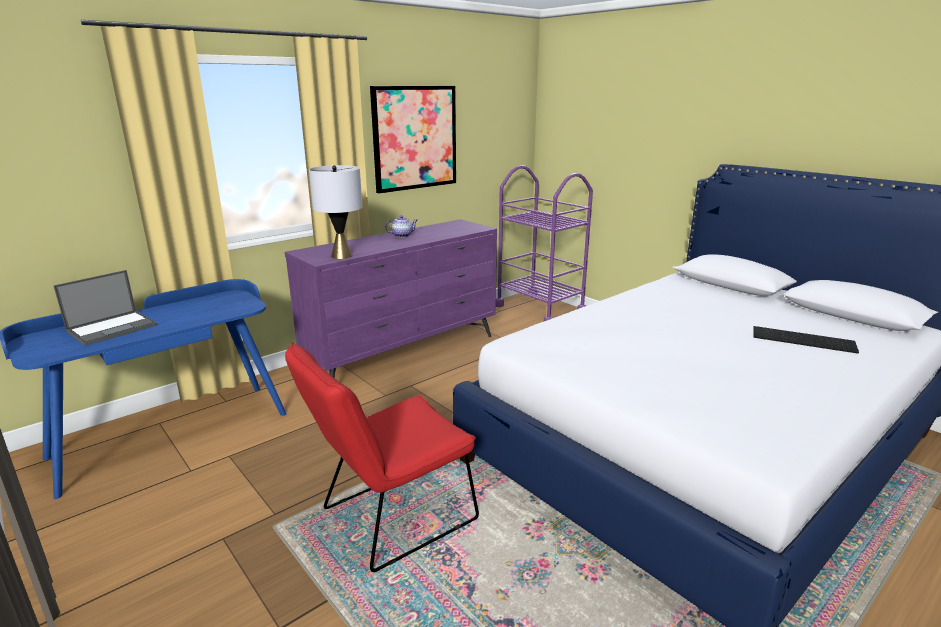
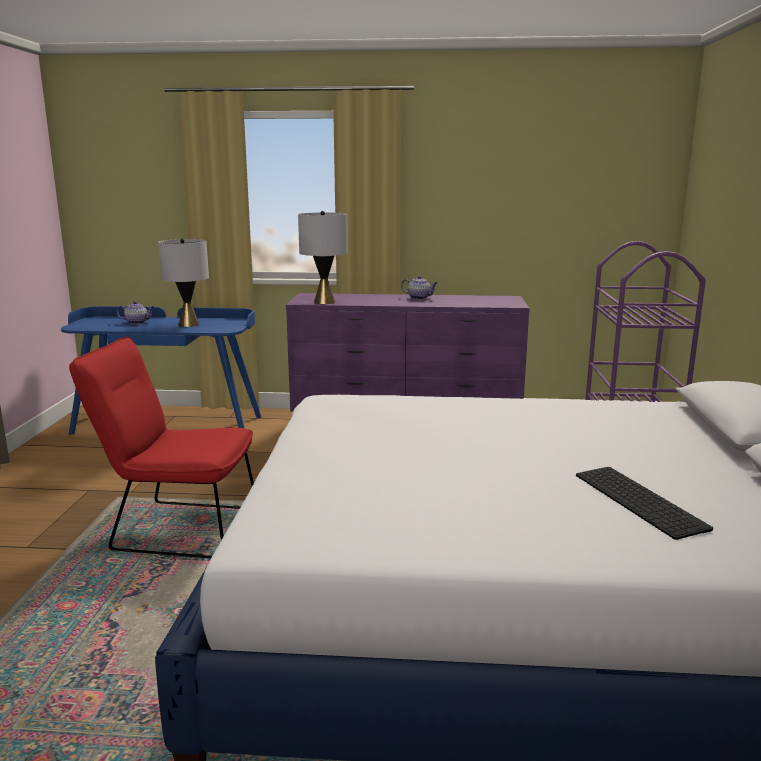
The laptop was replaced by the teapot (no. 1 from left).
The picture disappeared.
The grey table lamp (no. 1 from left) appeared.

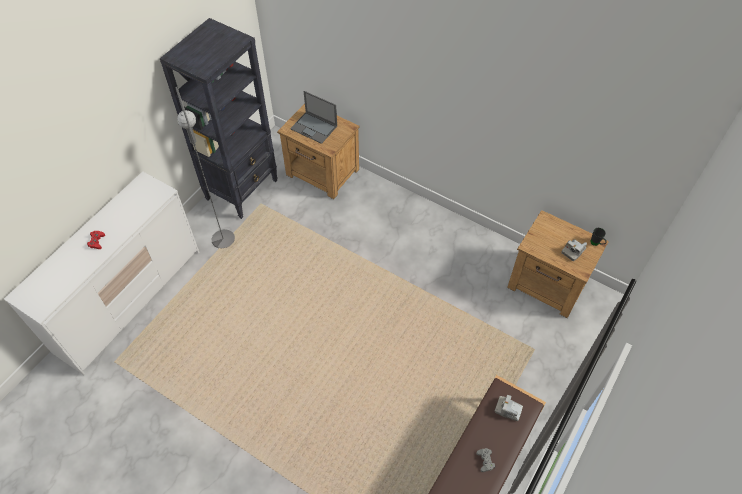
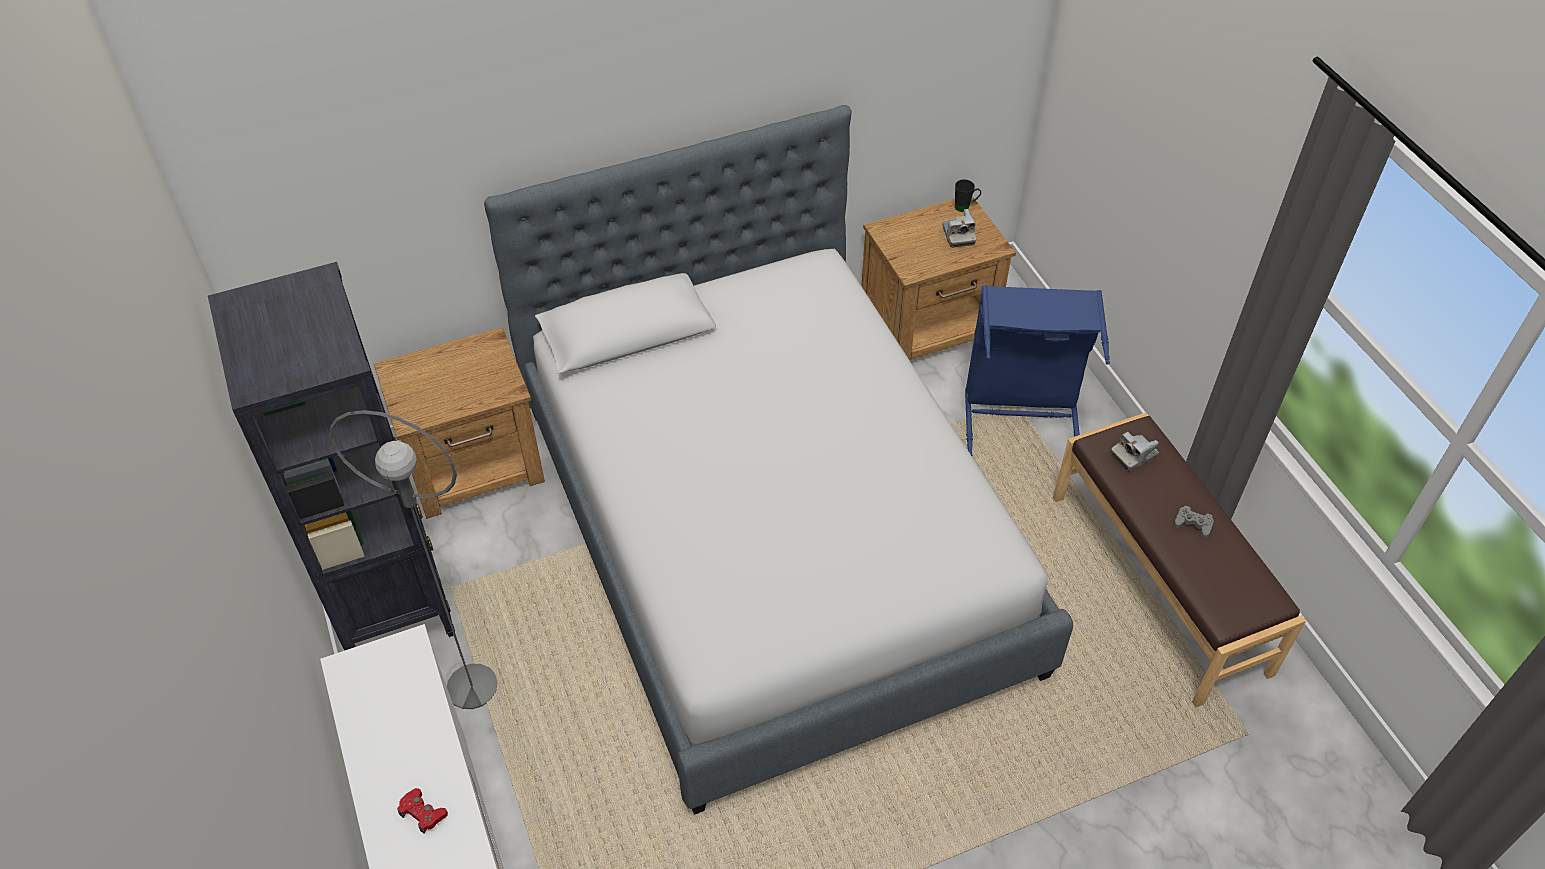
The laptop disappeared.
The bed appeared.
The blue laundry basket appeared.

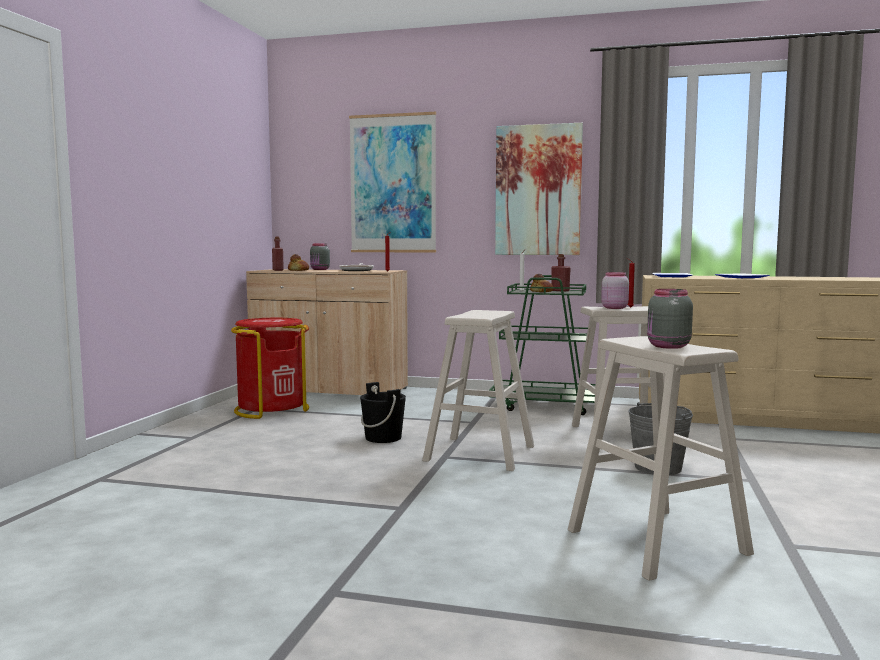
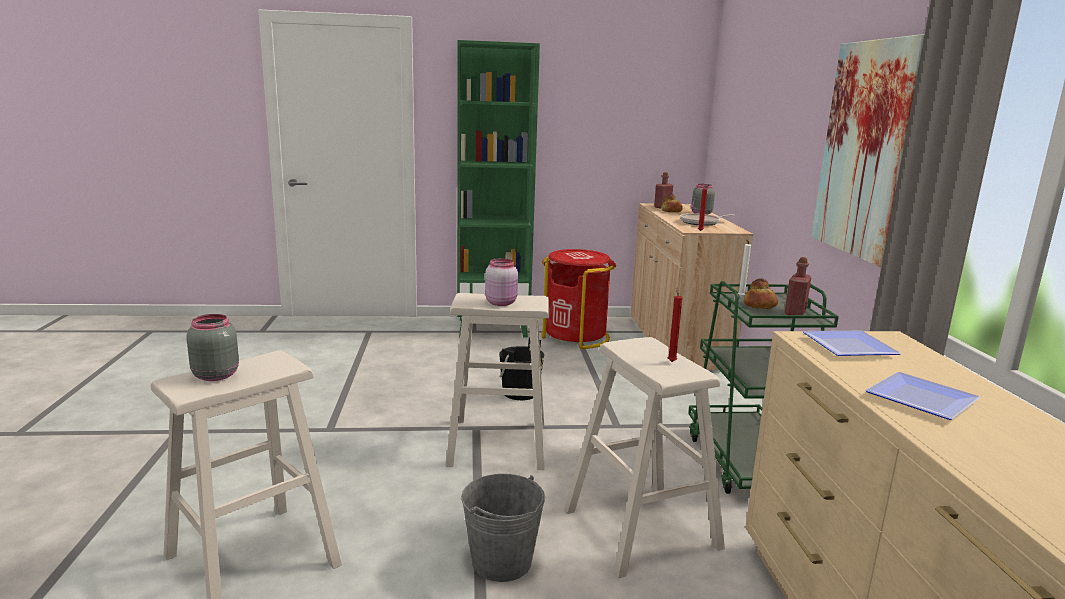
The picture (no. 1 from left) disappeared.
The pink jar moved.
The green bookcase appeared.

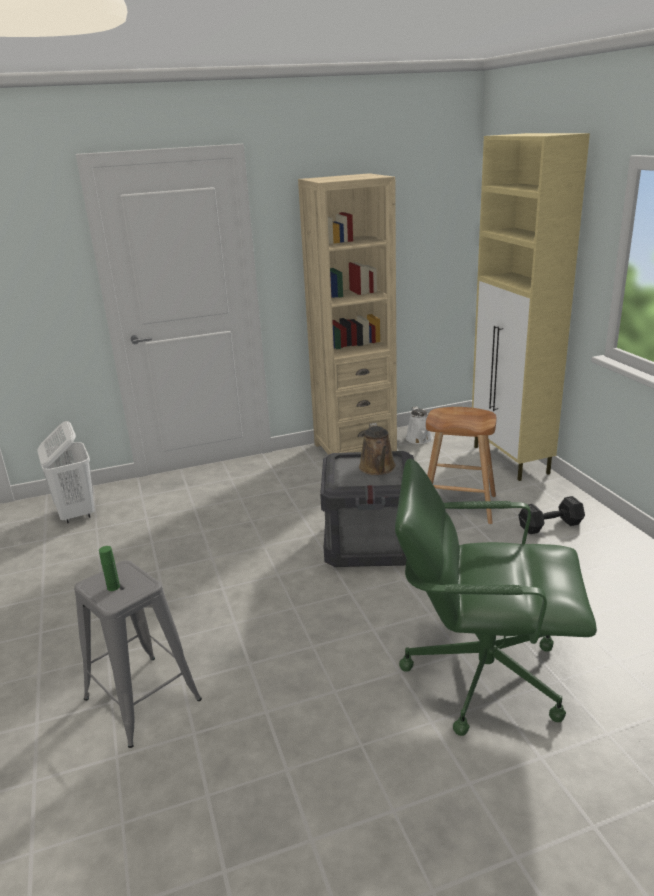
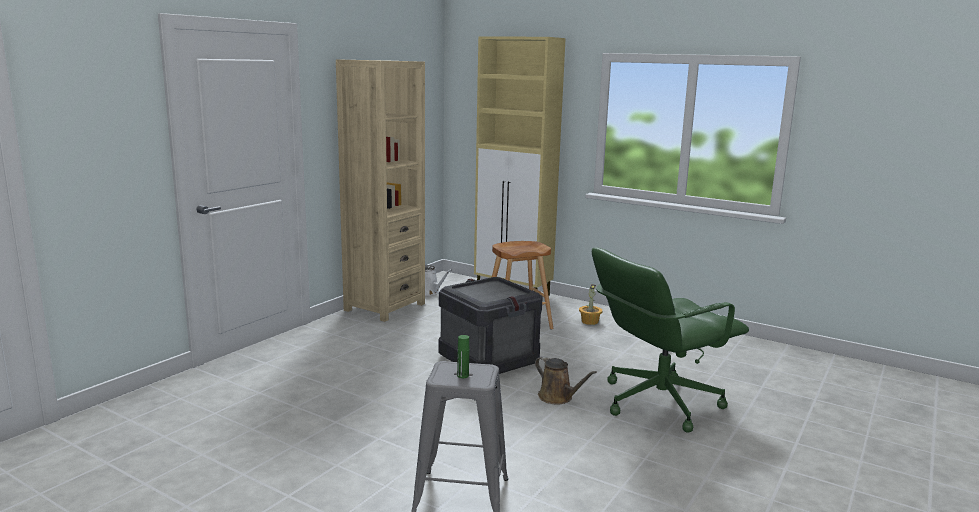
The white laundry basket disappeared.
The brown watering can moved.
The black dumbbell was replaced by the potted plant.

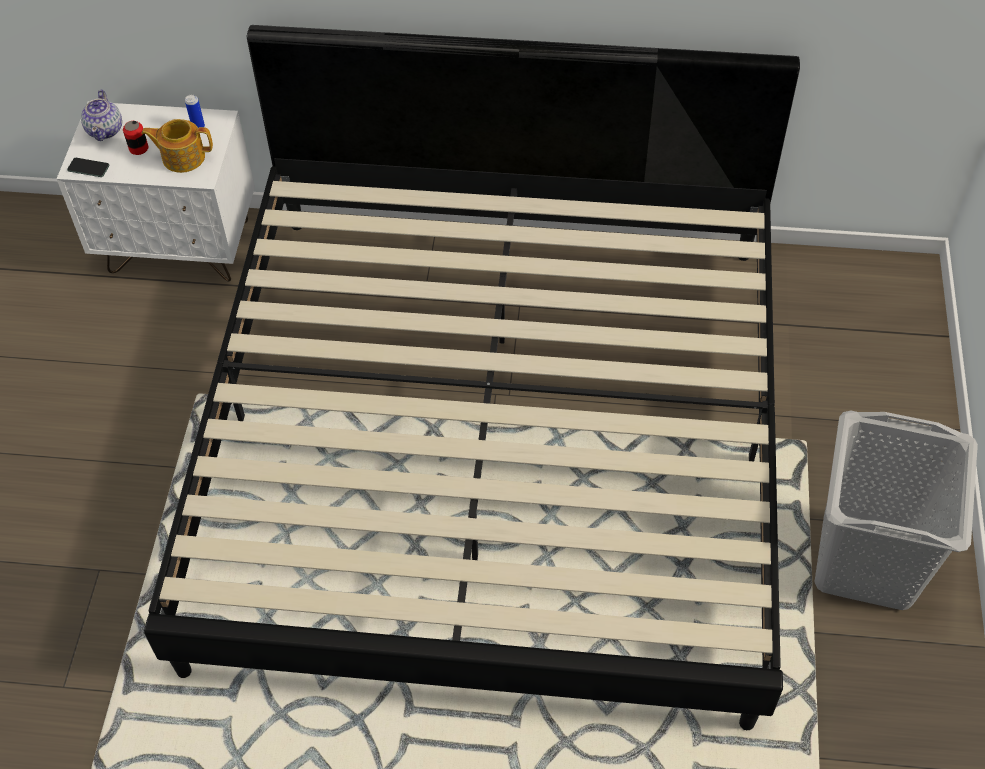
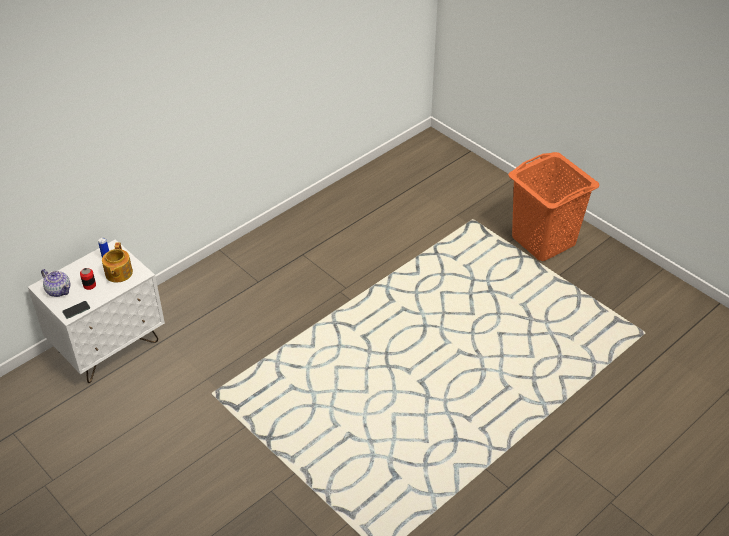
The teapot (no. 2 from left) turned 45 degrees counterclockwise.
The bed disappeared.
The grey laundry basket became the orange laundry basket.

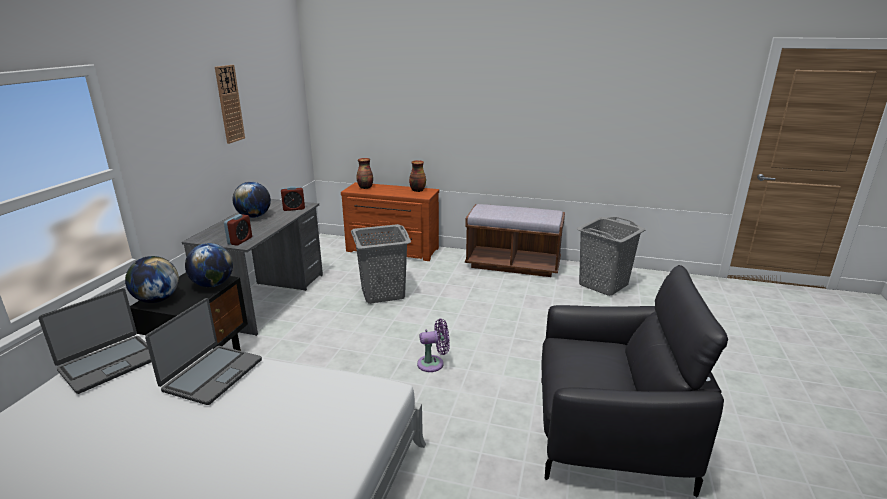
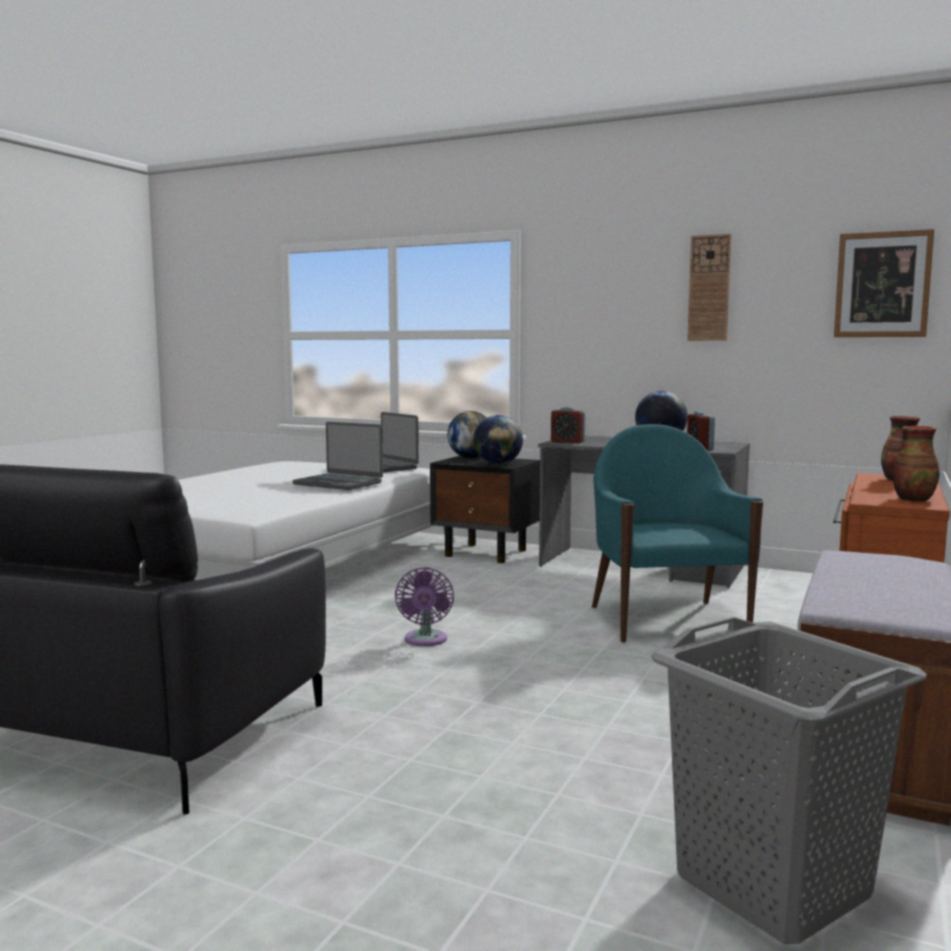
The grey laundry basket (no. 1 from left) was replaced by the turquoise armchair.
The picture appeared.

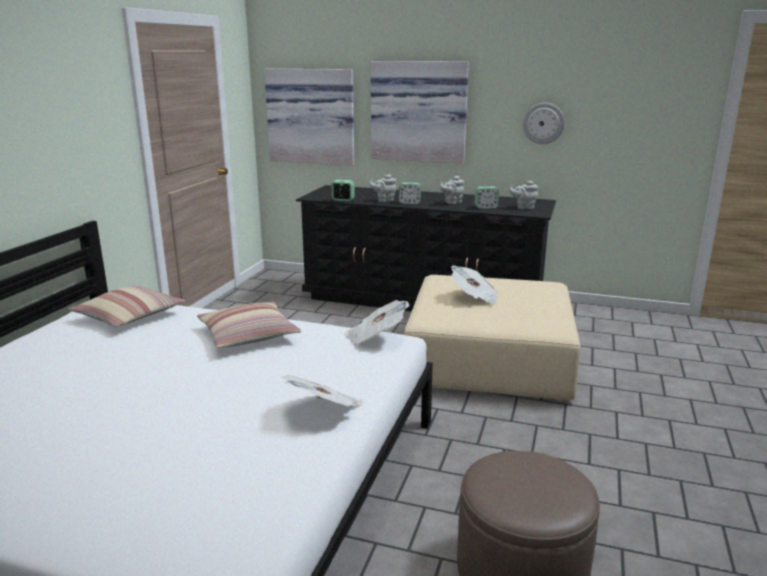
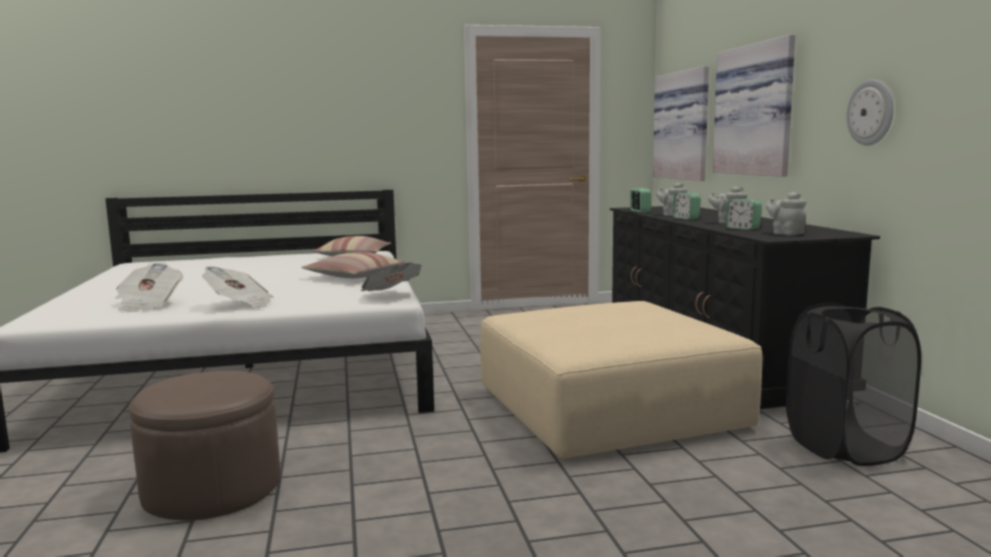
The newspaper (no. 3 from left in the first image) moved.
The black laundry basket appeared.

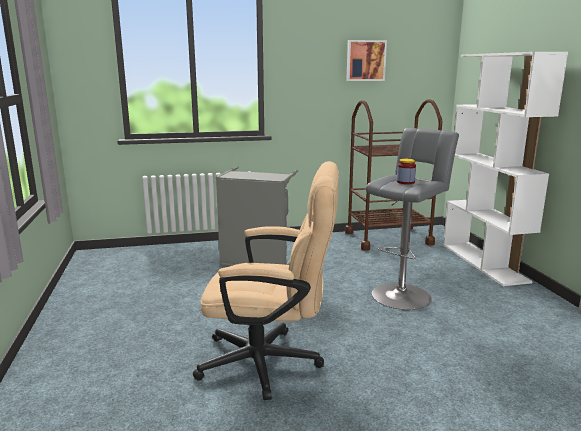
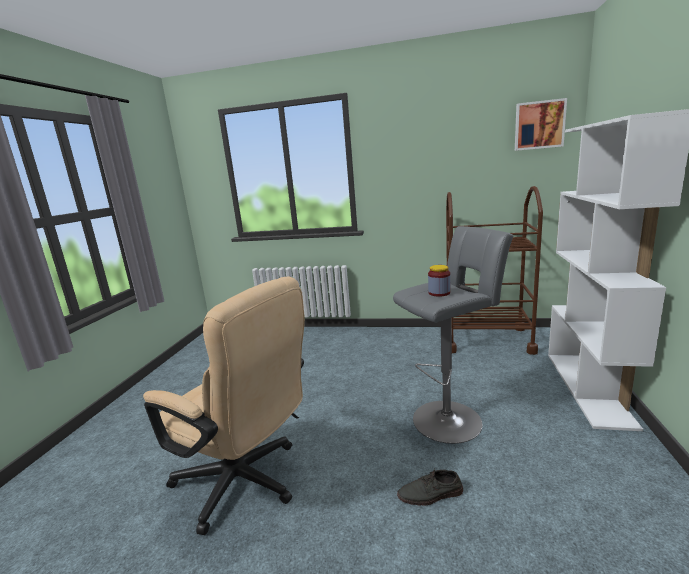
The grey laundry basket disappeared.
The picture moved.
The grey shoe appeared.

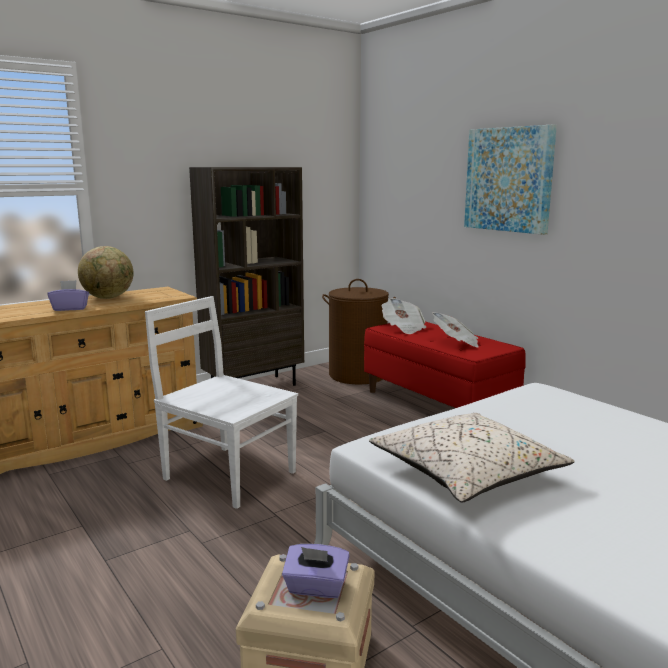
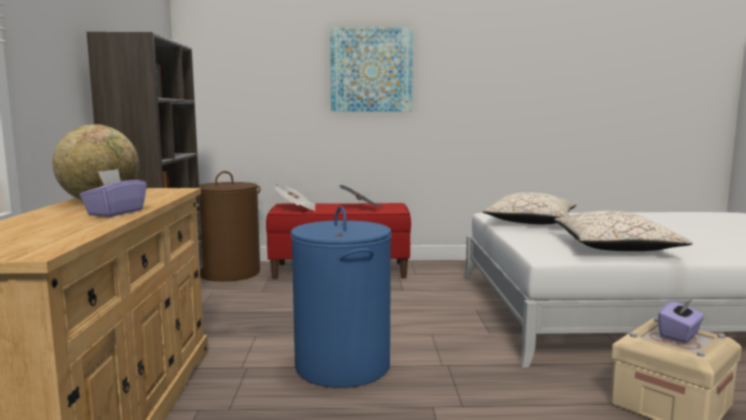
The white chair was replaced by the blue laundry basket.
The beige pillow (no. 1 from left) appeared.

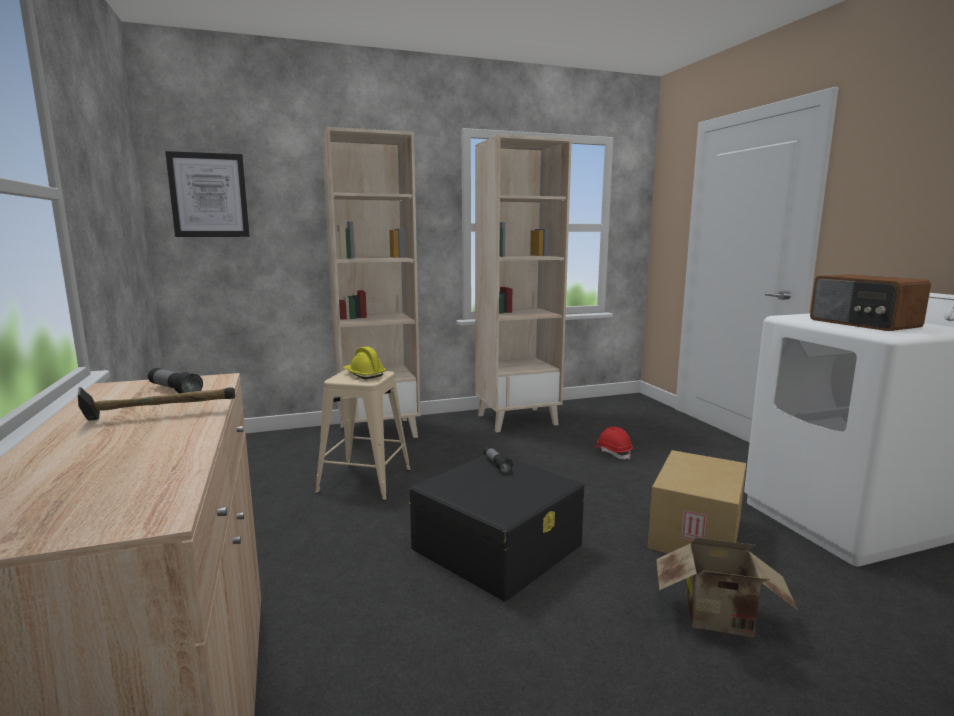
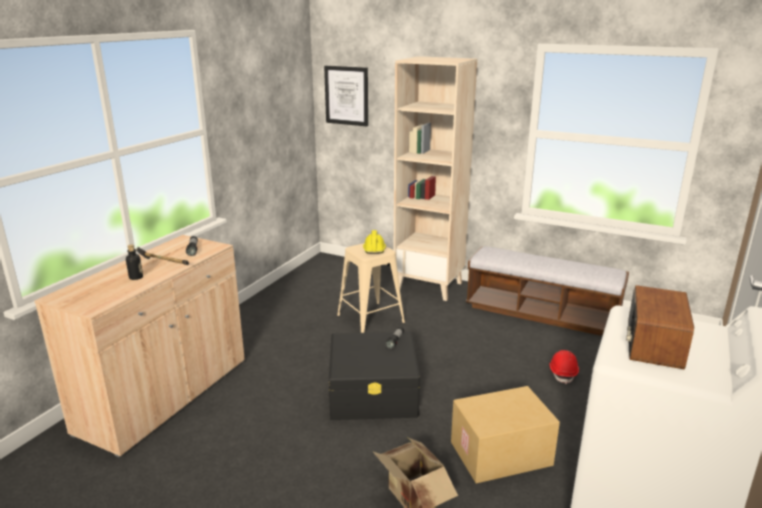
The beige bookcase (no. 2 from left) was replaced by the bench.
The bottle appeared.

